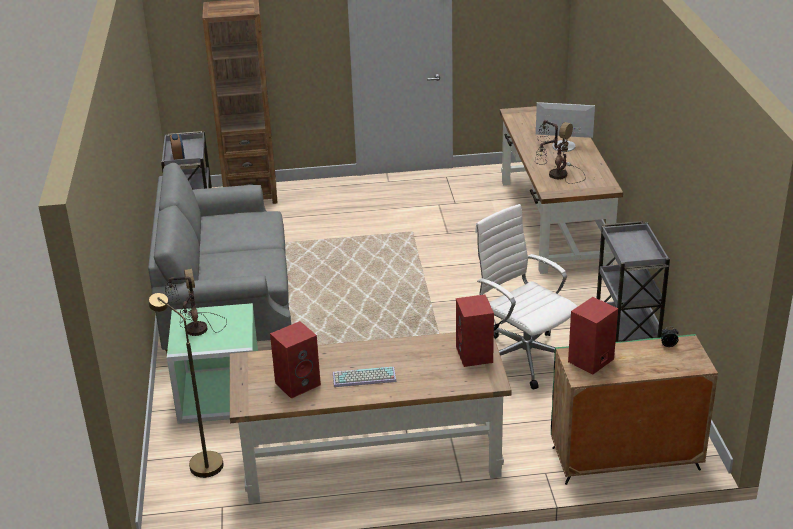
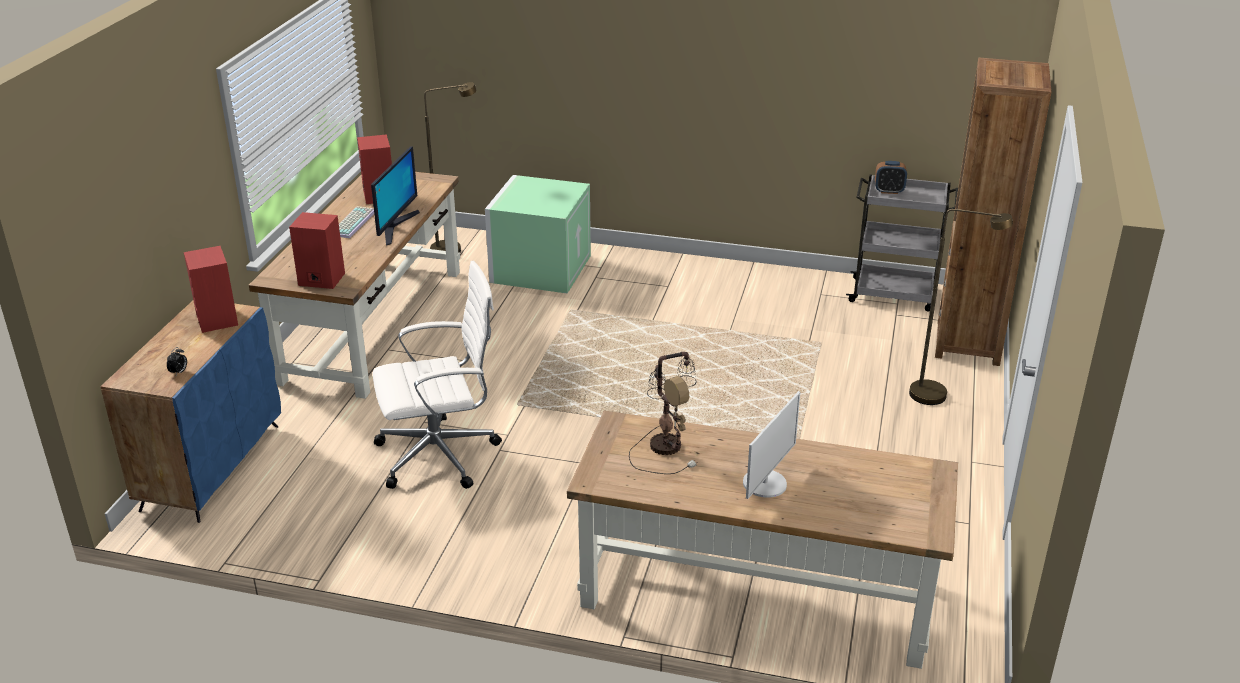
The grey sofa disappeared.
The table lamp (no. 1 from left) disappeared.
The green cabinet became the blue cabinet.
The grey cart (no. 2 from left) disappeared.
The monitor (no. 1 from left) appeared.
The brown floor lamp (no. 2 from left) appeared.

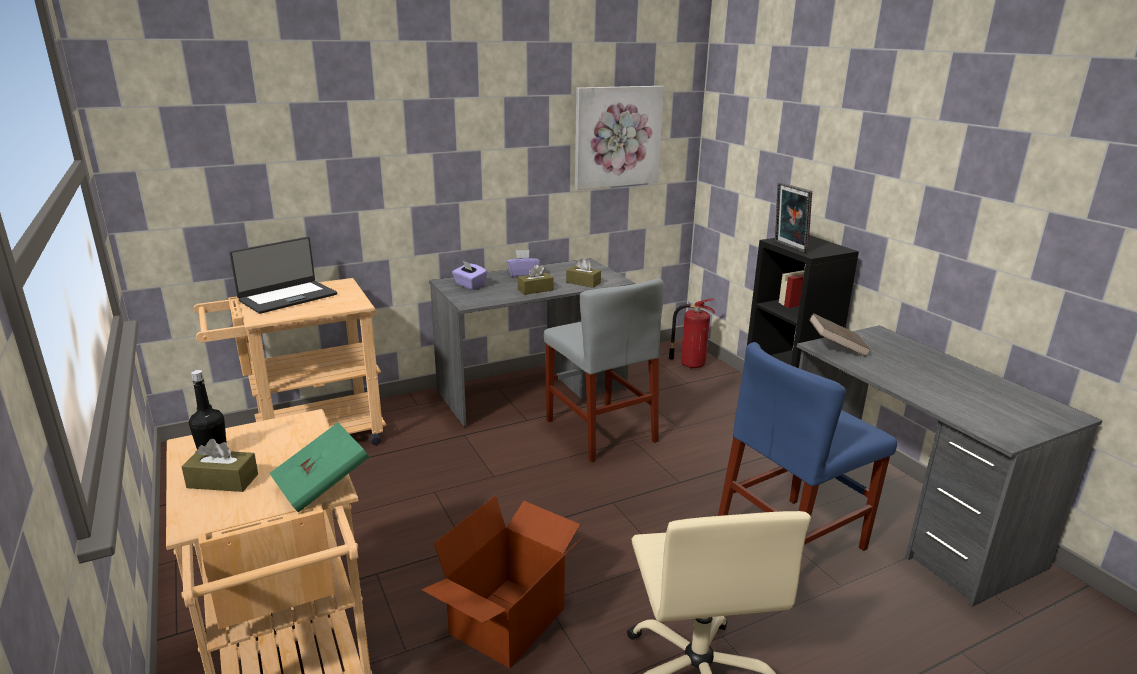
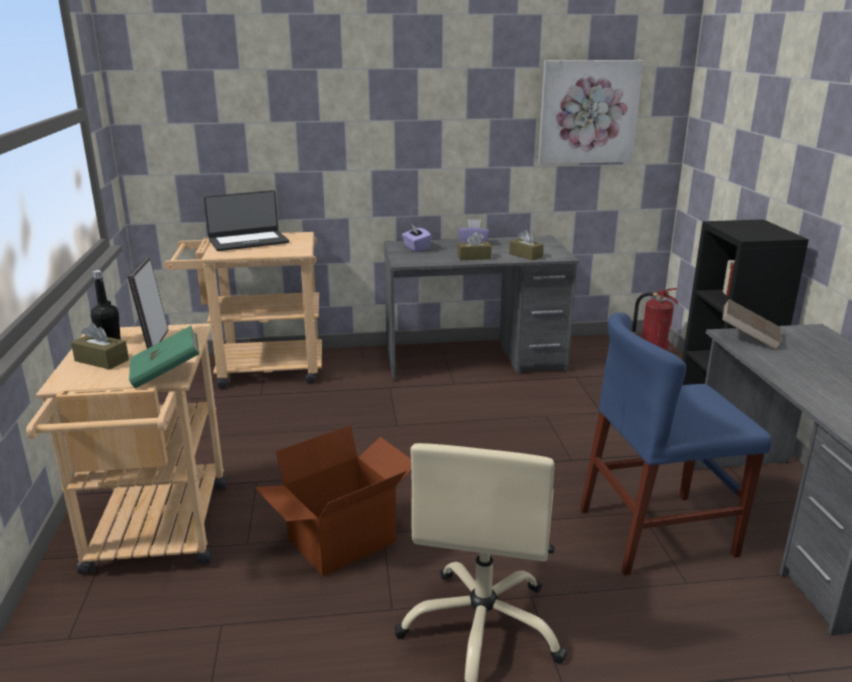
The grey chair disappeared.
The picture frame moved.

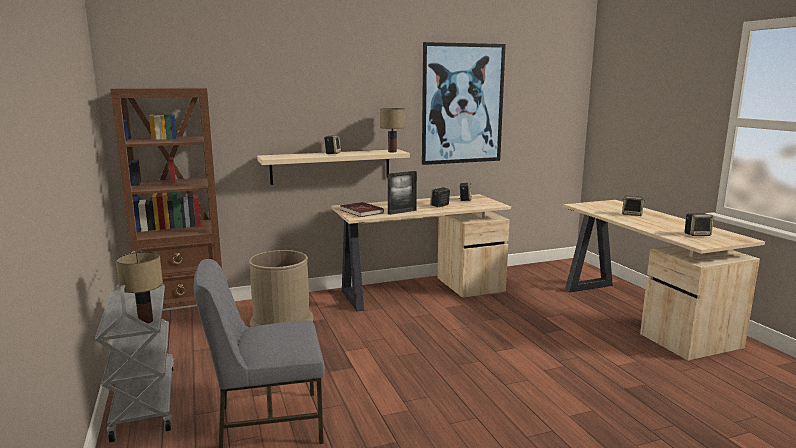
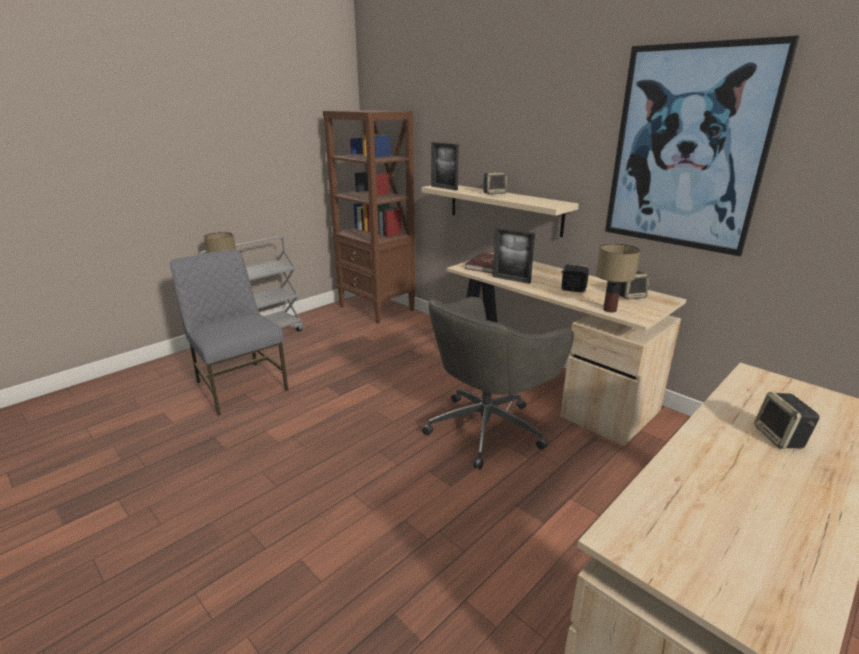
The brown trash can disappeared.
The table lamp (no. 2 from left) moved.
The speaker (no. 5 from left) disappeared.
The grey office chair appeared.
The picture frame (no. 1 from left) appeared.

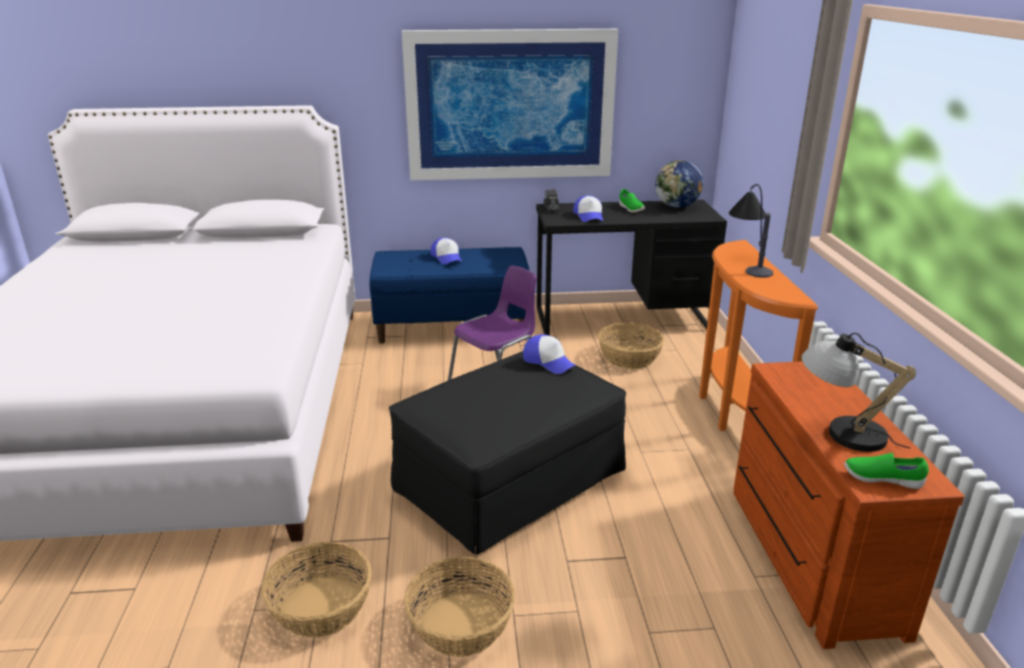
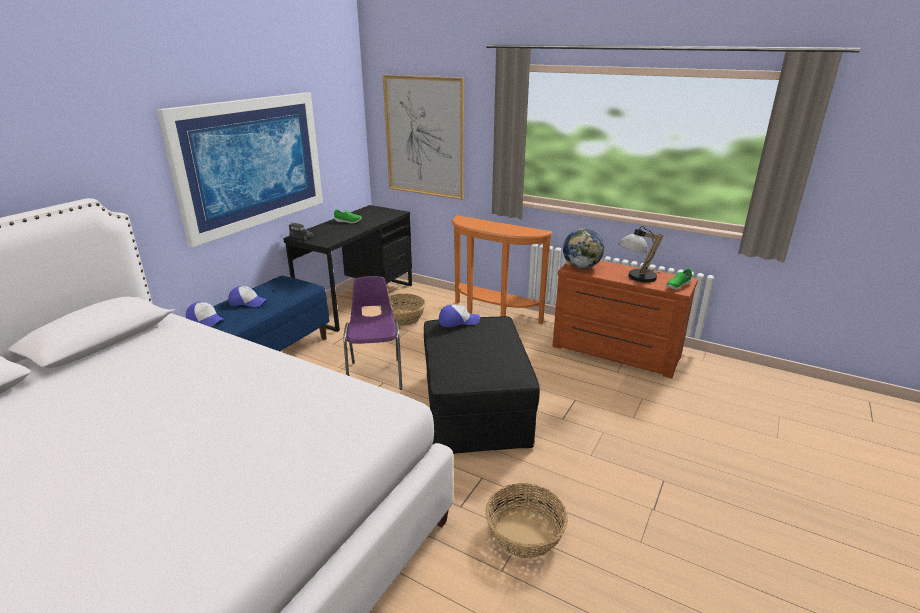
The basket (no. 2 from left) disappeared.
The cap (no. 3 from left in the first image) moved.
The globe moved.
The table lamp (no. 1 from left) disappeared.
The picture (no. 2 from left) appeared.

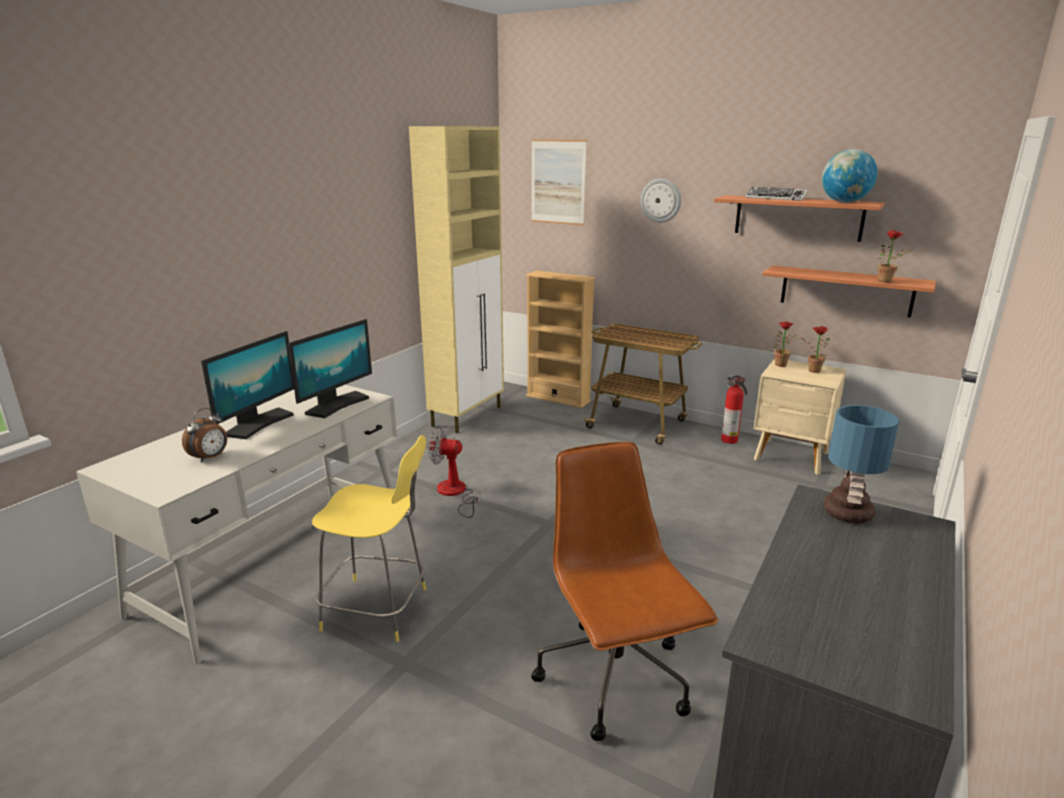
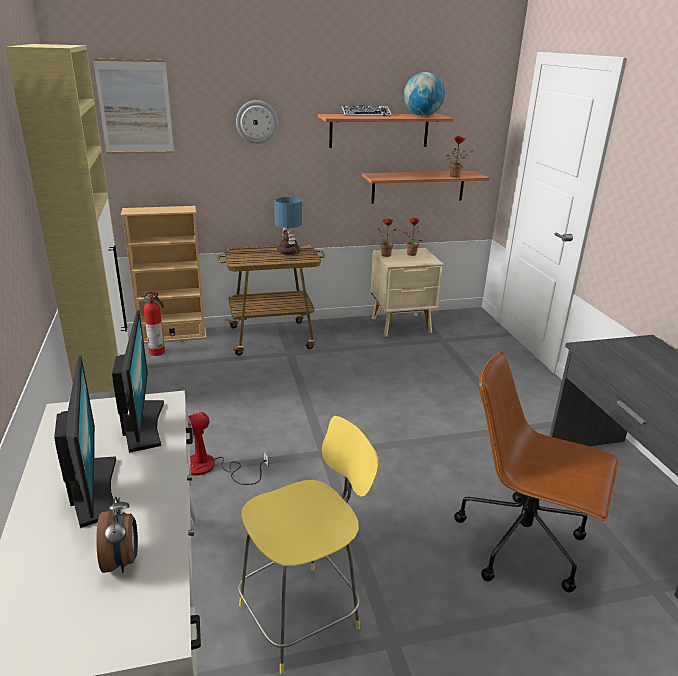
The fire extinguisher moved.
The table lamp moved.

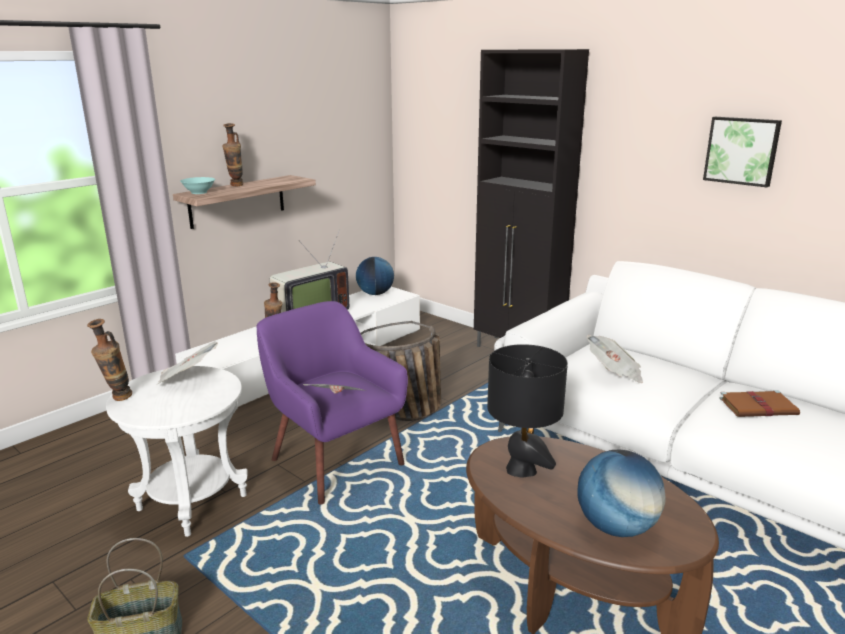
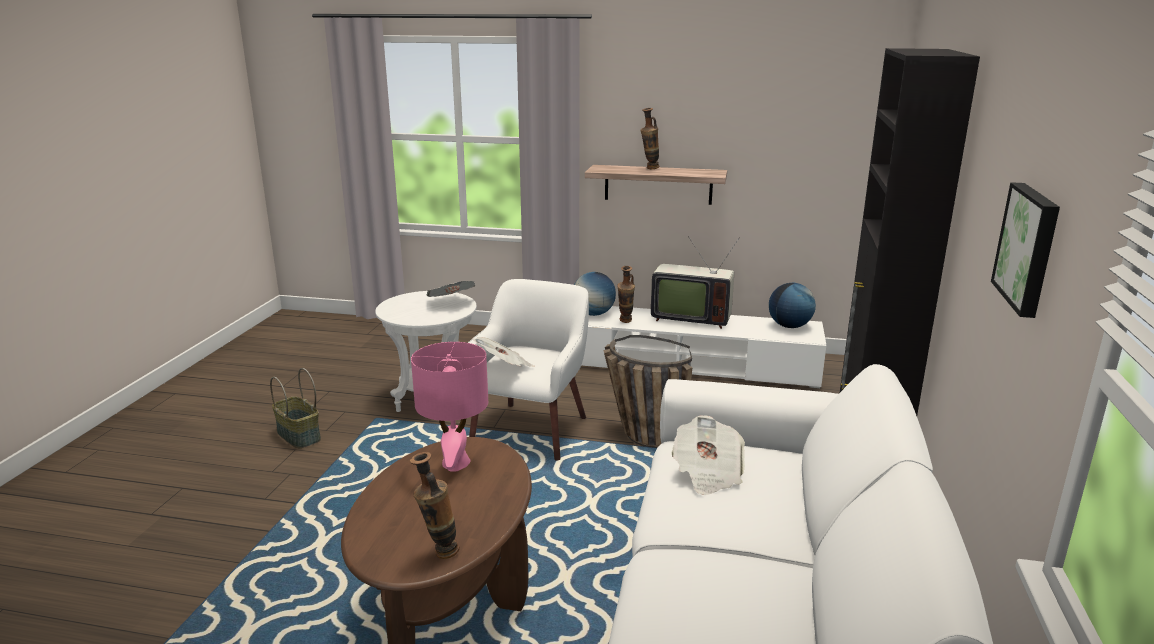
The vase (no. 1 from left) moved.
The turquoise bowl disappeared.
The purple armchair became the white armchair.
The black table lamp became the pink table lamp.
The globe (no. 2 from left in the first image) moved.
The brown book disappeared.

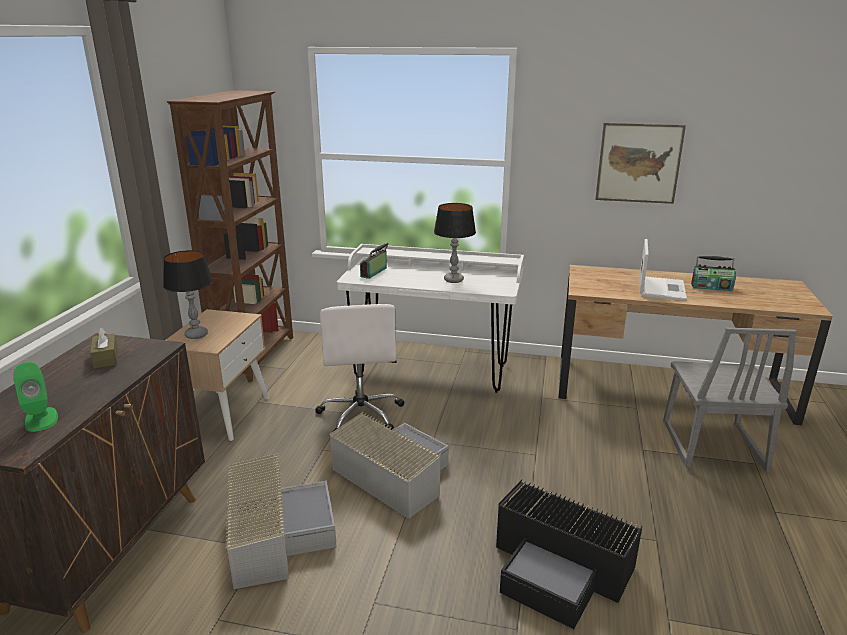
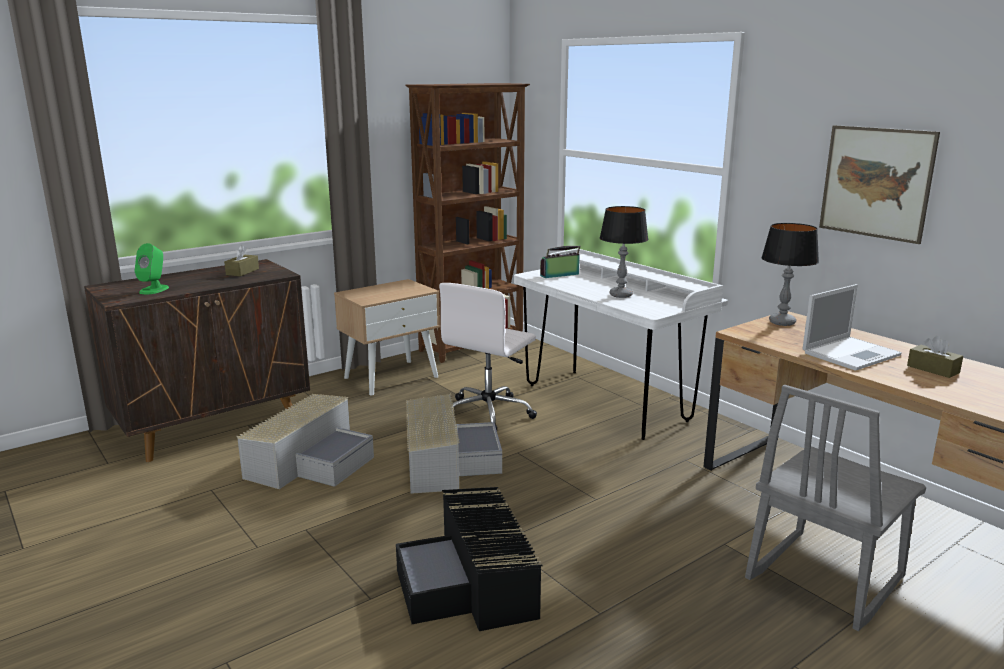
The table lamp (no. 1 from left in the first image) moved.
The radio (no. 2 from left) was replaced by the brown tissue box (no. 2 from left).

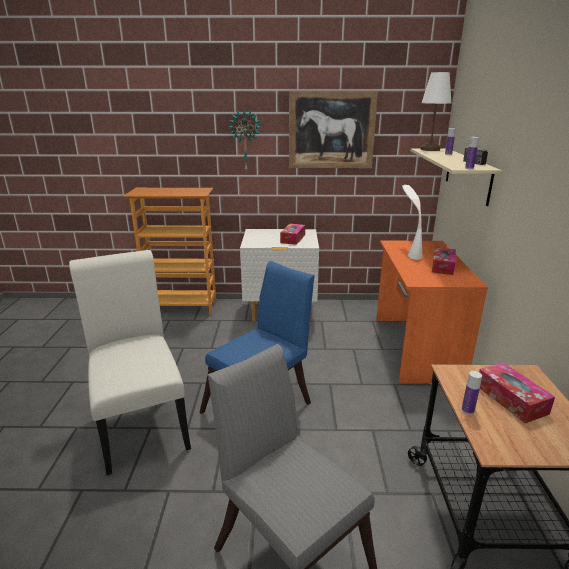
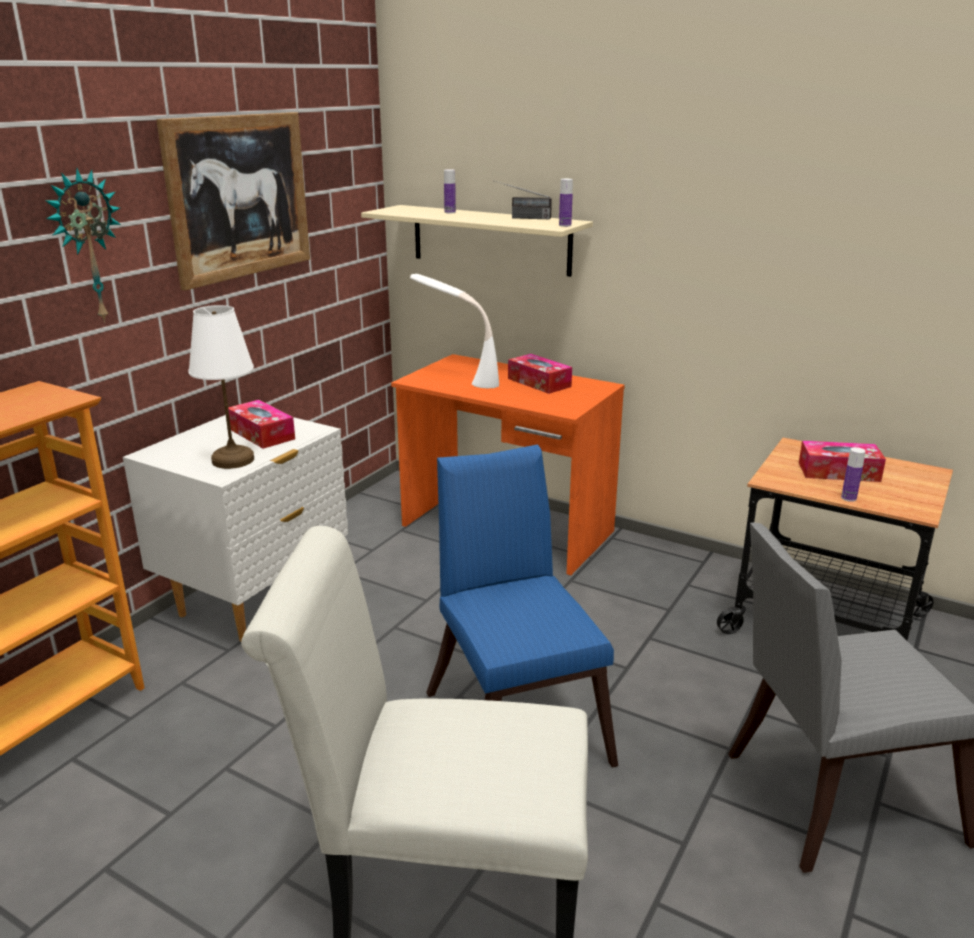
The white table lamp (no. 2 from left in the first image) moved.

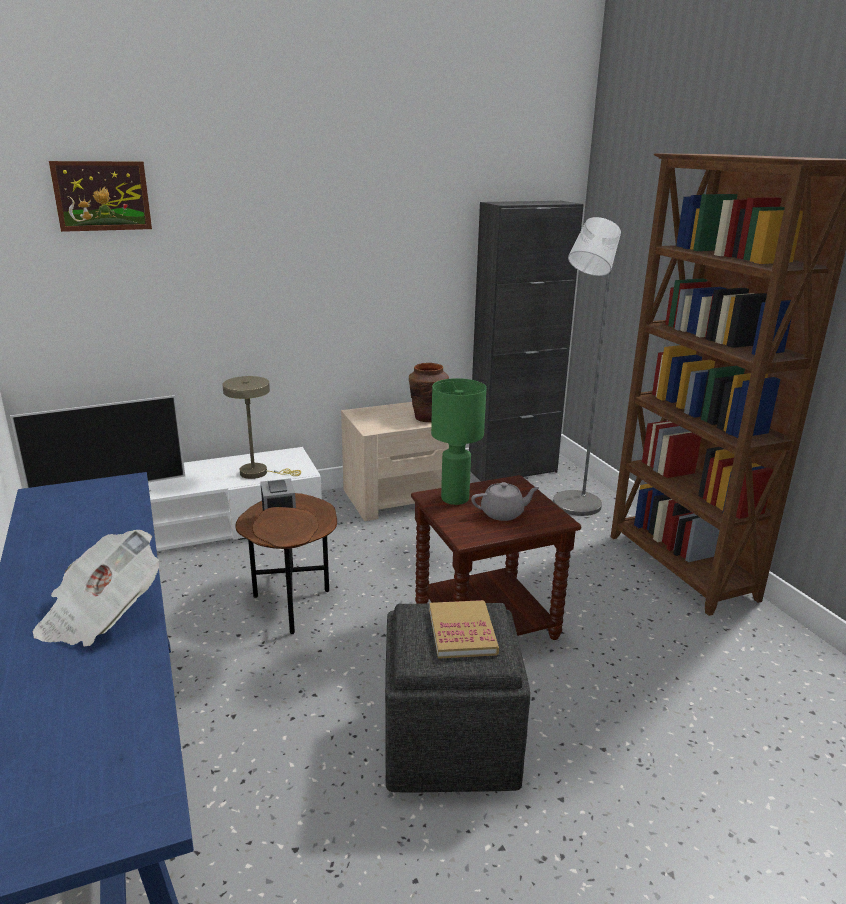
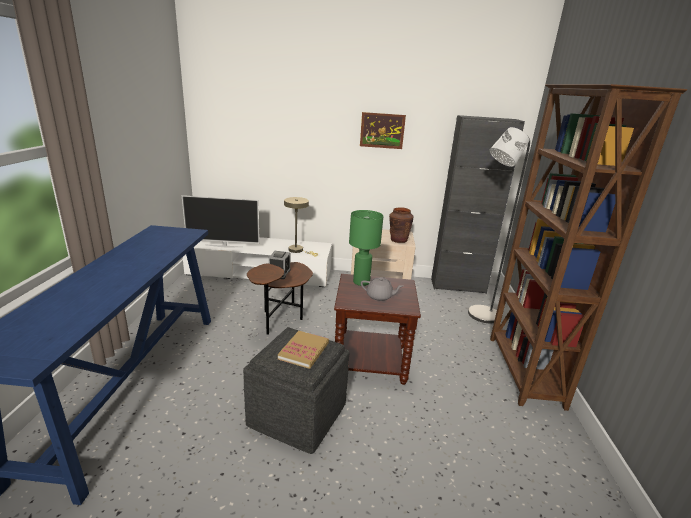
The newspaper disappeared.
The picture moved.

